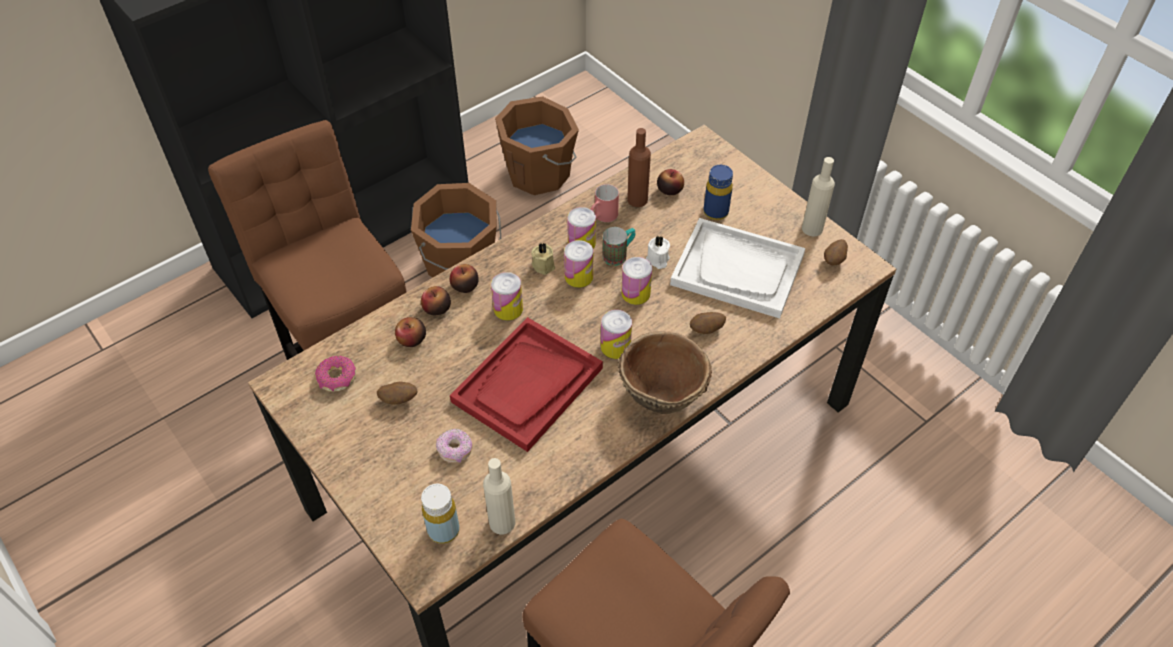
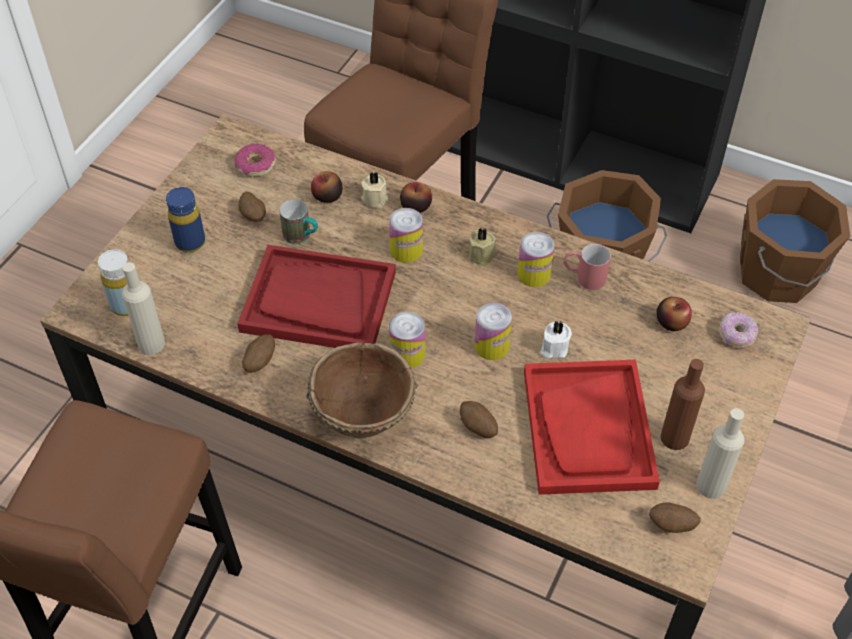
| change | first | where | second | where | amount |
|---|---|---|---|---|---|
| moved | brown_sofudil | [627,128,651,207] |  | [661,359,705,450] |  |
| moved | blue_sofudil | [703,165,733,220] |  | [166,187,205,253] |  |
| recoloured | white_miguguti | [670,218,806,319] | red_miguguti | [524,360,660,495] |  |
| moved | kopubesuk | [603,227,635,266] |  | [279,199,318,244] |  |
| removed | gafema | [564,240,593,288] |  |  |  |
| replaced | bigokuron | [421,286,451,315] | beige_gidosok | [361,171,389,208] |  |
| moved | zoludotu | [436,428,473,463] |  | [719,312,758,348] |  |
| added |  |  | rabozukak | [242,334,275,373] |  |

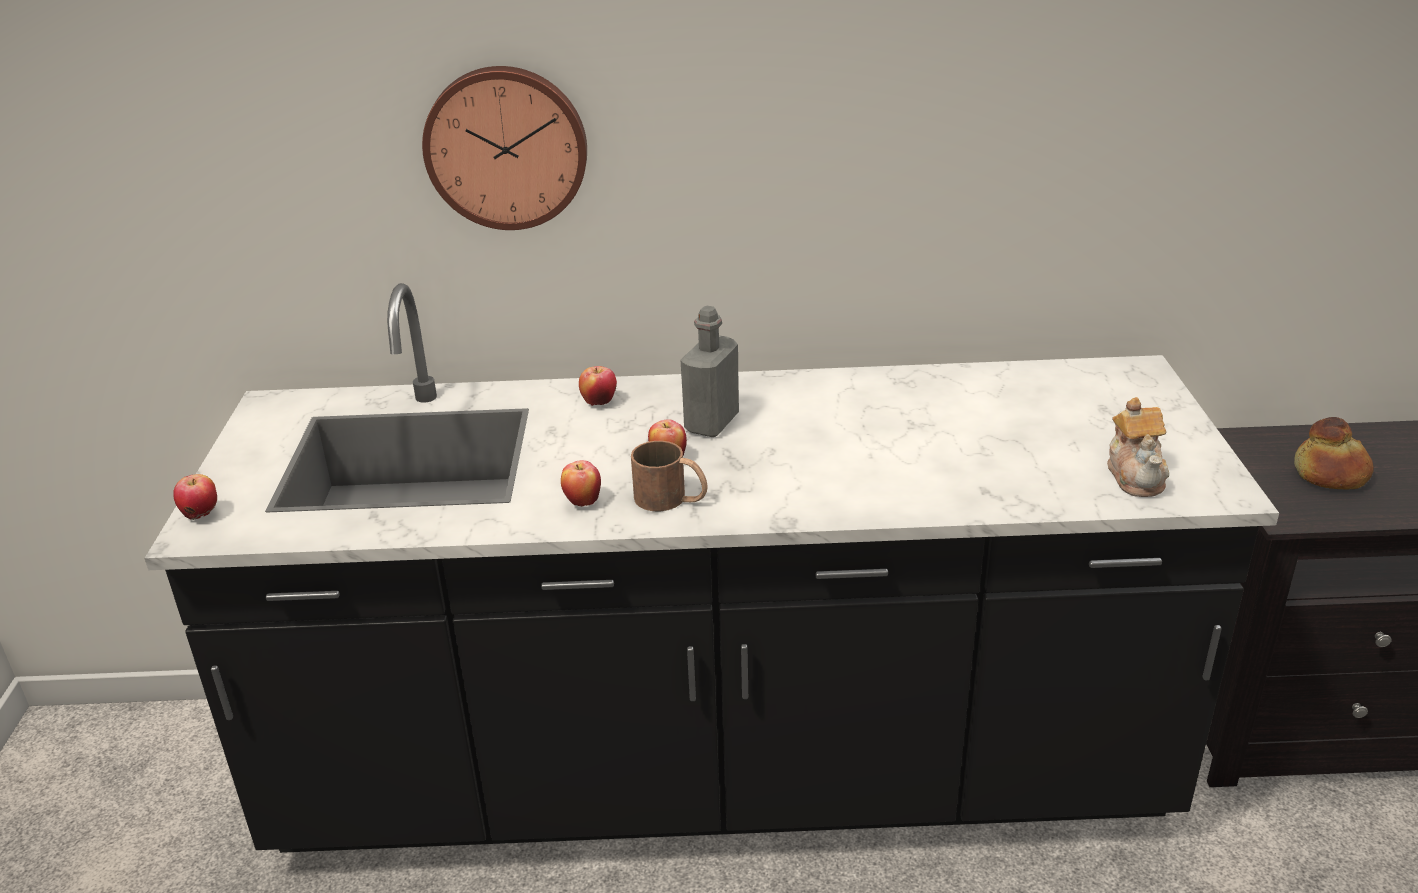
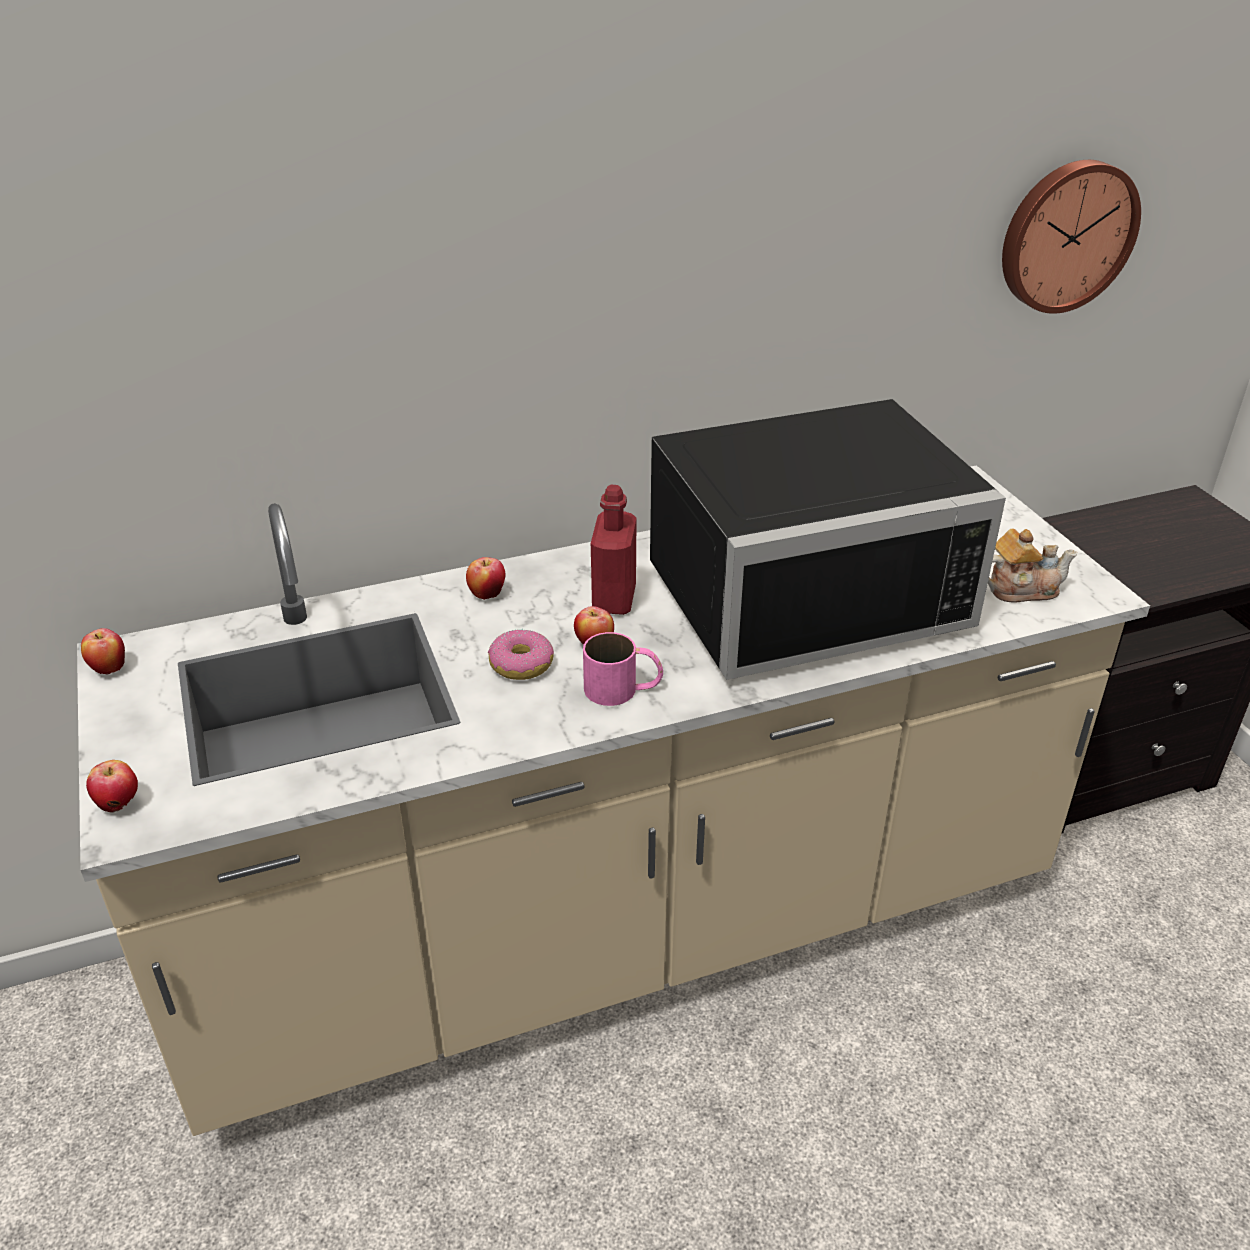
| change | first | where | second | where | amount |
|---|---|---|---|---|---|
| moved | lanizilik | [422,66,587,230] |  | [1002,160,1141,314] |  |
| recoloured | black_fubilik | [144,283,1279,853] | beige_fubilik | [77,465,1150,1136] |  |
| recoloured | grey_sofudil | [680,306,739,437] | red_sofudil | [591,485,637,615] |  |
| turned | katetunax | [1107,397,1169,497] |  | [988,529,1078,603] | 75 degrees counterclockwise |
| removed | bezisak | [1294,417,1374,490] |  |  |  |
| recoloured | brown_kopubesuk | [631,441,708,511] | pink_kopubesuk | [583,632,663,706] |  |
| moved | bigokuron | [561,460,601,507] |  | [81,628,125,675] |  |
| added |  |  | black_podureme | [650,399,1006,680] |  |
| added |  |  | zoludotu | [488,629,554,680] |  |

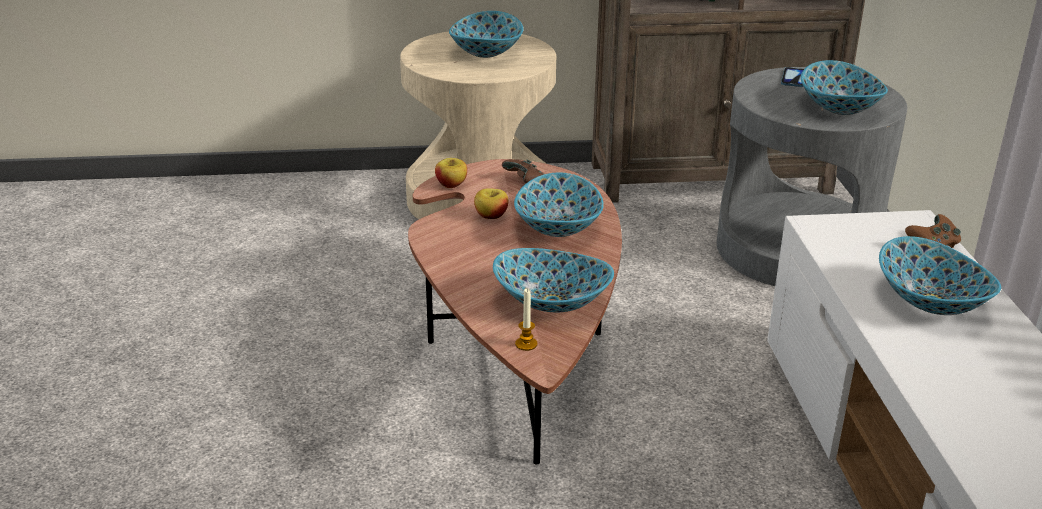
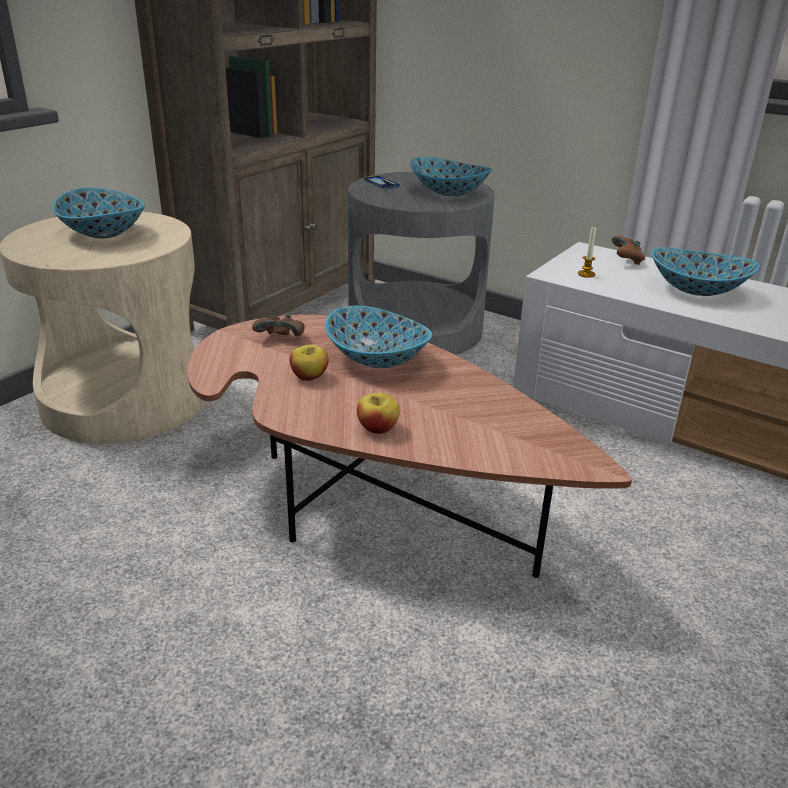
| change | first | where | second | where | amount |
|---|---|---|---|---|---|
| moved | bigokuron | [435,158,467,188] |  | [357,393,400,434] |  |
| removed | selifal | [493,248,614,312] |  |  |  |
| moved | gidosok | [515,288,537,351] |  | [578,227,596,278] |  |

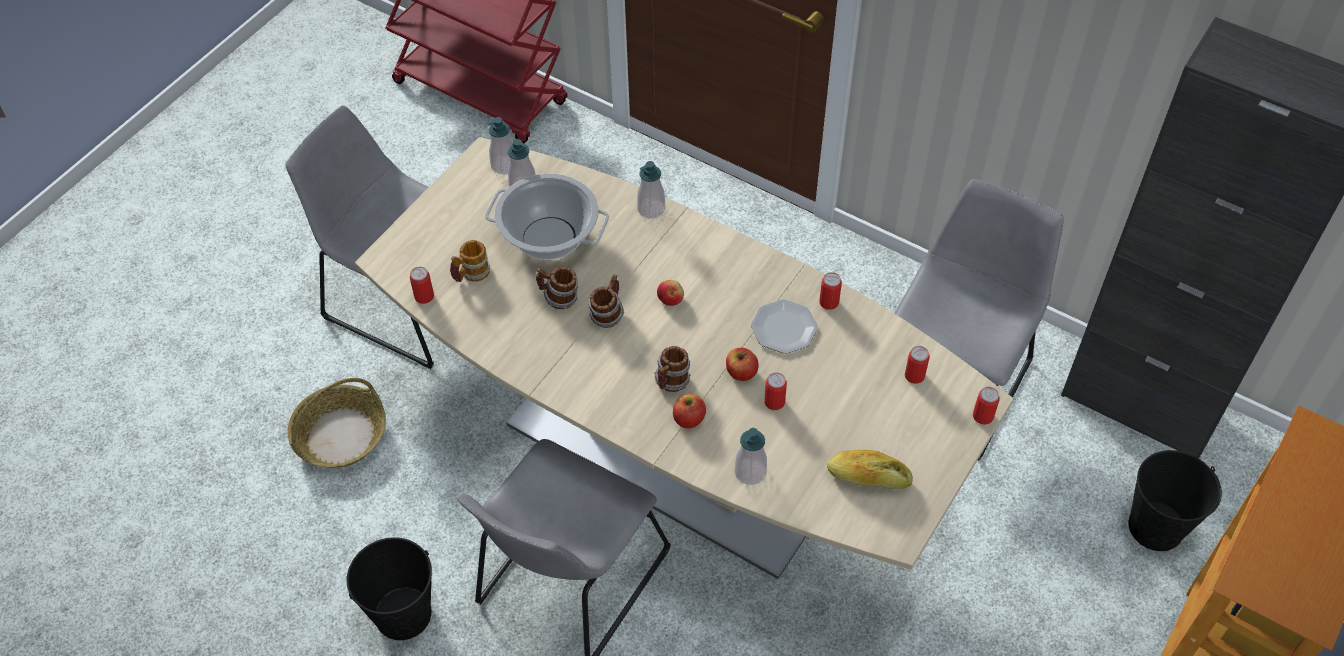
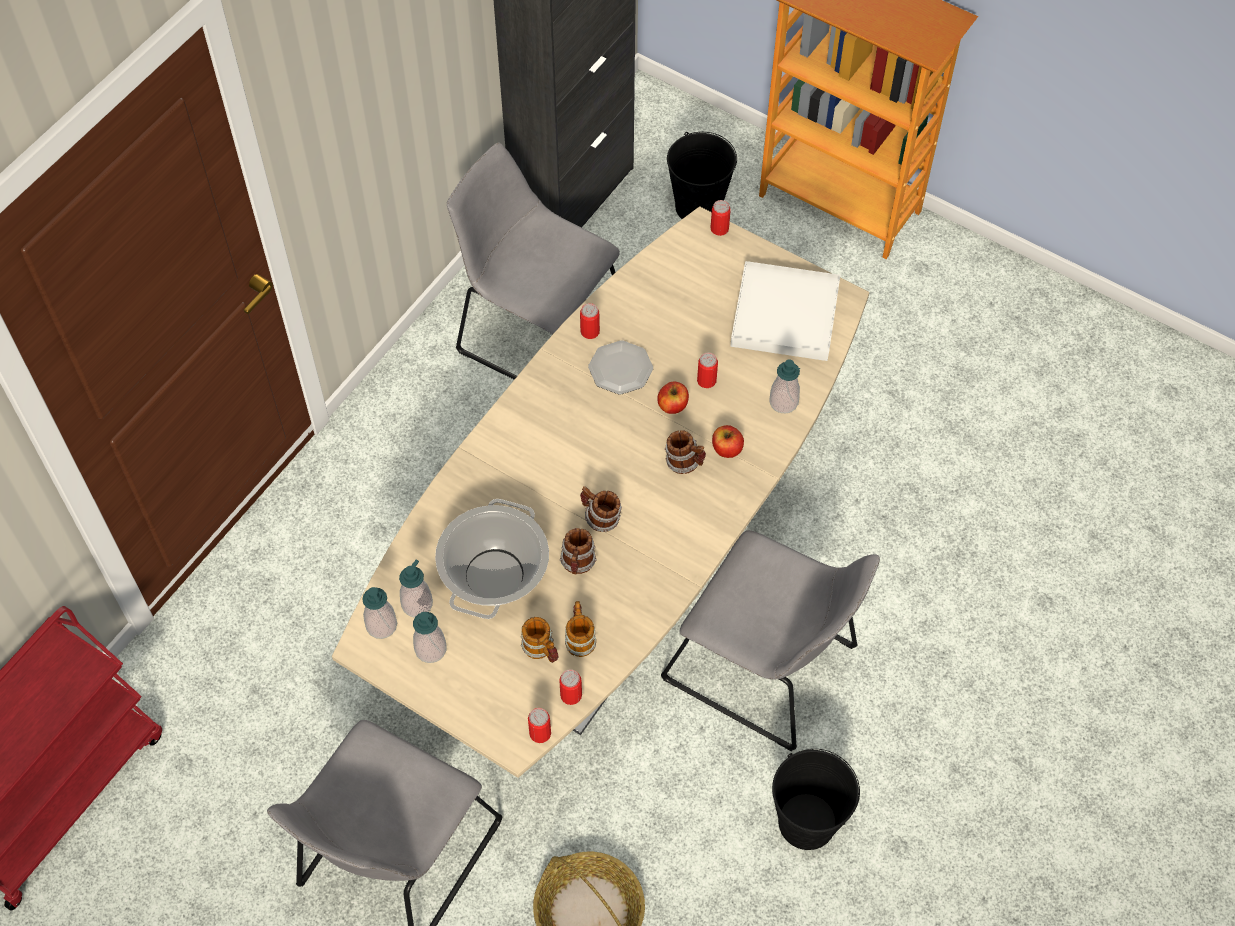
| change | first | where | second | where | amount |
|---|---|---|---|---|---|
| moved | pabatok | [637,161,665,218] |  | [413,612,446,663] |  |
| removed | bigokuron | [657,280,684,306] |  |  |  |
| moved | gafema | [905,346,930,384] |  | [528,708,551,743] |  |
| replaced | bezisak | [827,450,913,489] | white_miguguti | [730,261,840,361] |  |
| added |  |  | kopubesuk | [565,601,596,657] |  |

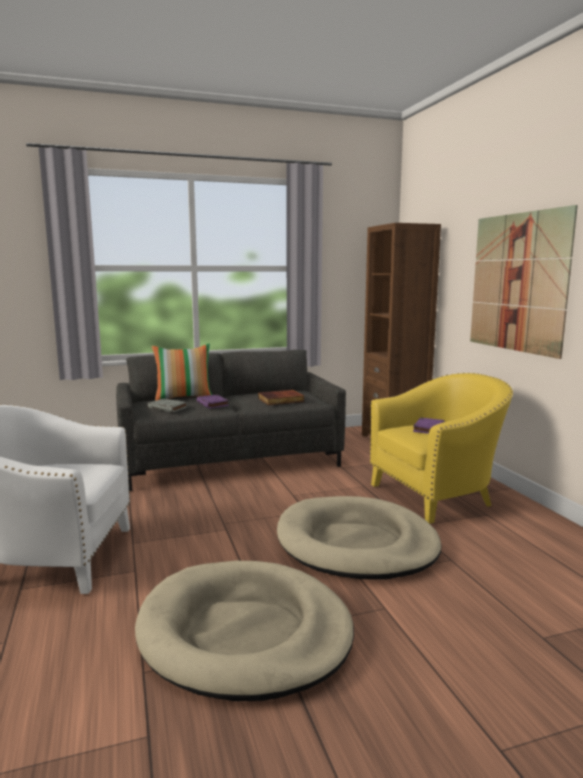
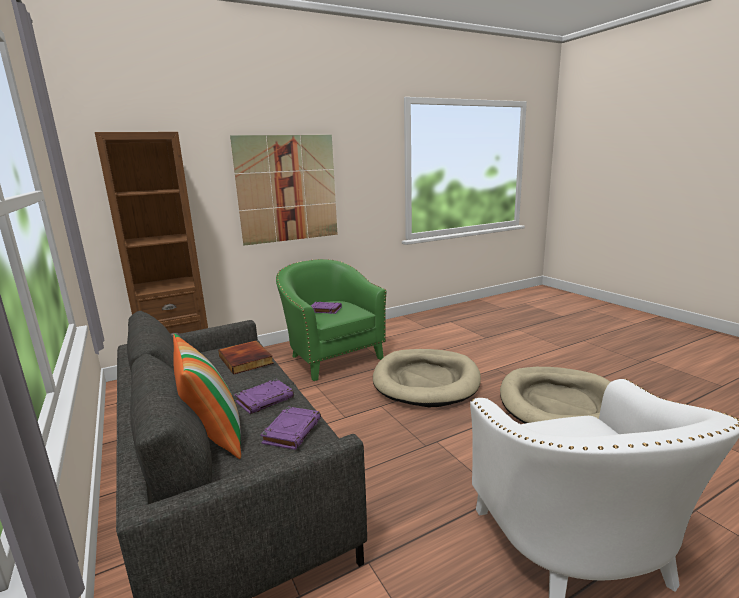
| change | first | where | second | where | amount |
|---|---|---|---|---|---|
| recoloured | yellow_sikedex | [370,373,513,524] | green_sikedex | [276,259,386,381] |  |
| recoloured | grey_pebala | [147,399,188,412] | purple_pebala | [260,406,321,450] |  |

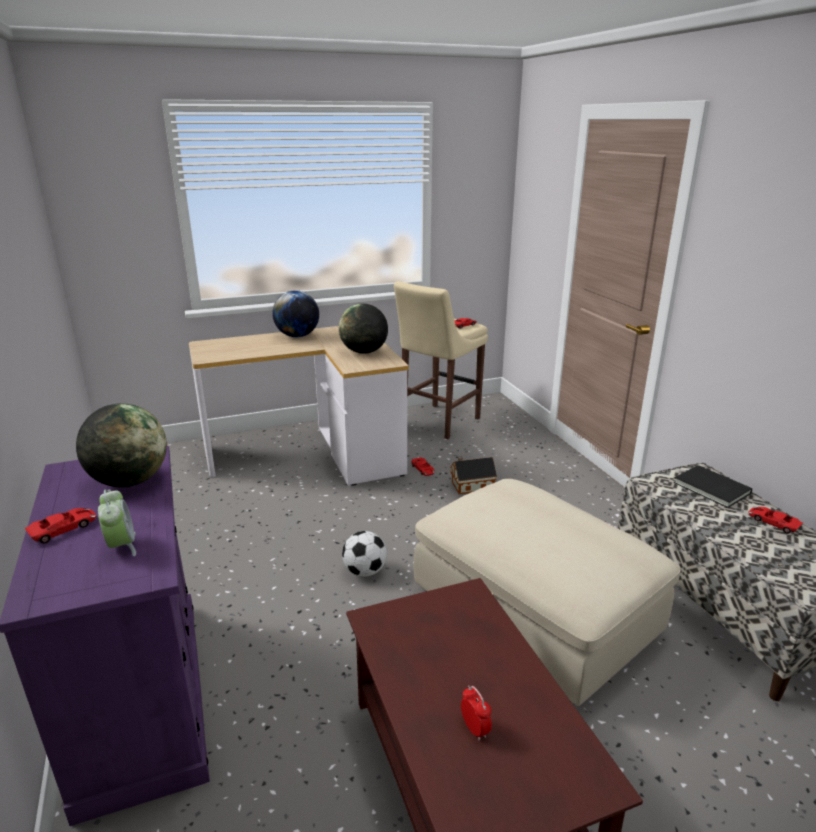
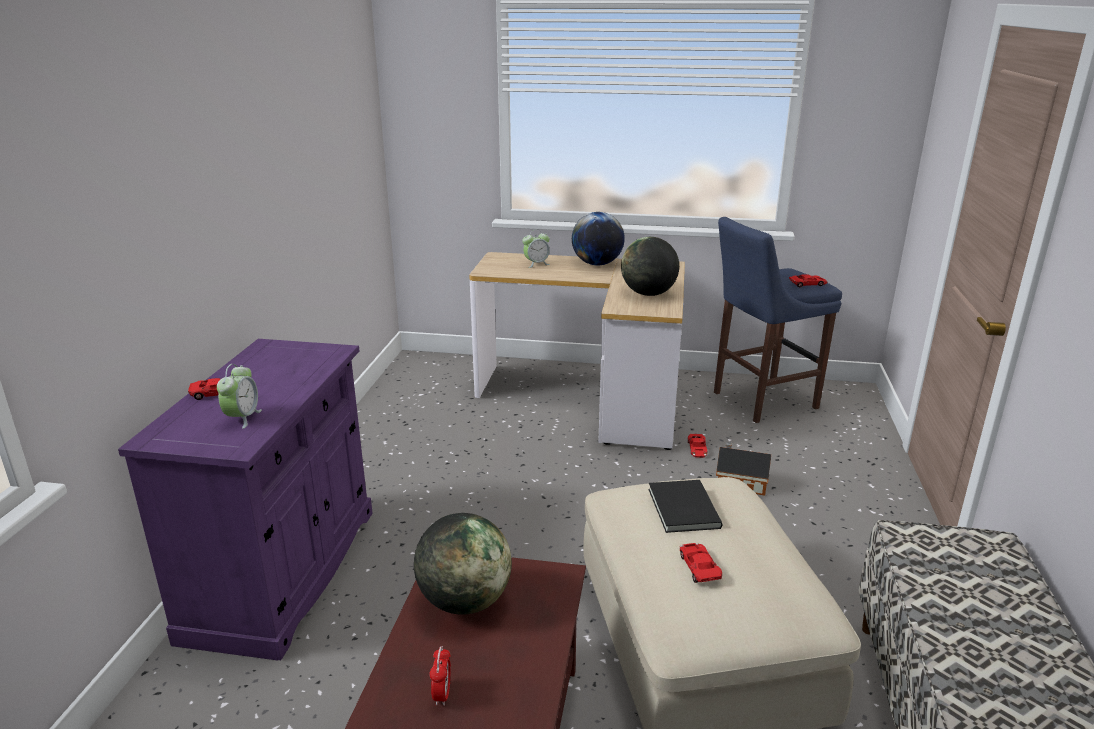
| change | first | where | second | where | amount |
|---|---|---|---|---|---|
| recoloured | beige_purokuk | [394,281,488,439] | blue_purokuk | [714,217,842,423] |  |
| moved | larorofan | [76,403,167,487] |  | [414,513,512,615] |  |
| moved | black_pebala | [674,465,752,508] |  | [648,480,722,533] |  |
| moved | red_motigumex | [749,507,803,534] |  | [680,543,722,583] |  |
| removed | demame | [342,531,387,577] |  |  |  |
| added |  |  | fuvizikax | [522,229,550,268] |  |

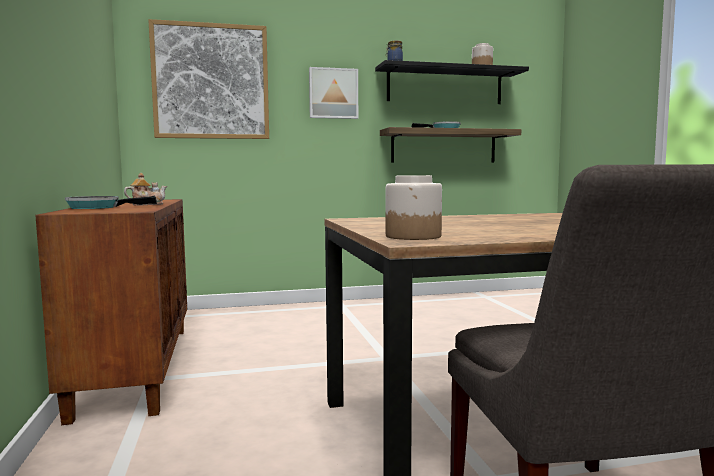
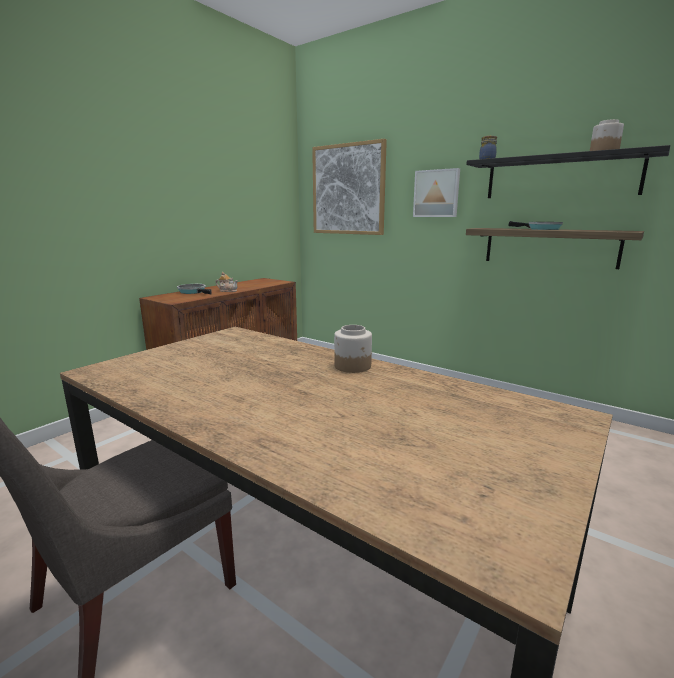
| change | first | where | second | where | amount |
|---|---|---|---|---|---|
| moved | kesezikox | [386,175,442,240] |  | [334,325,372,373] |  |

